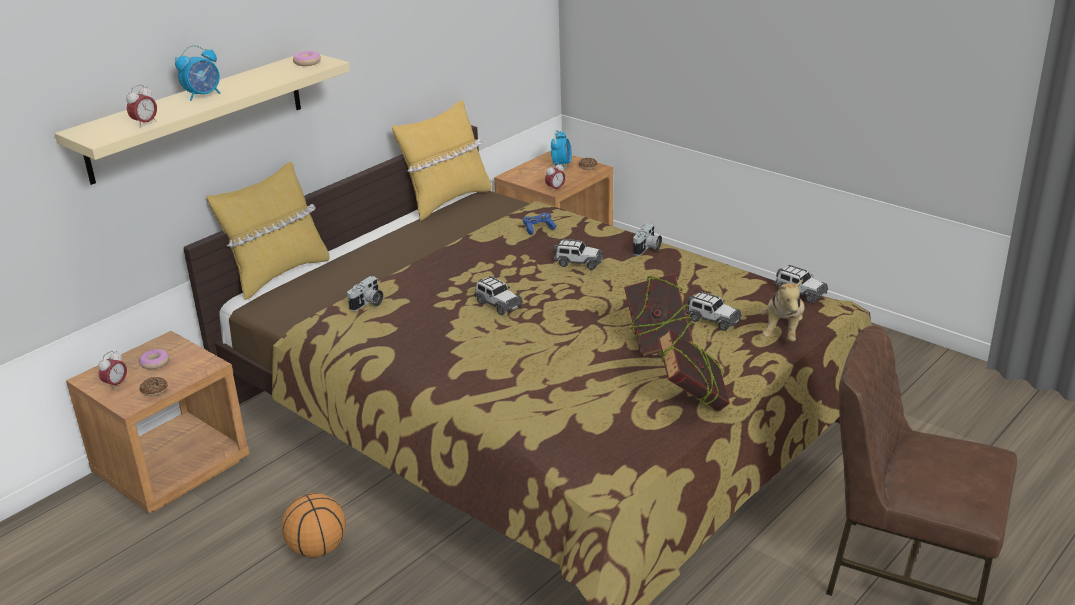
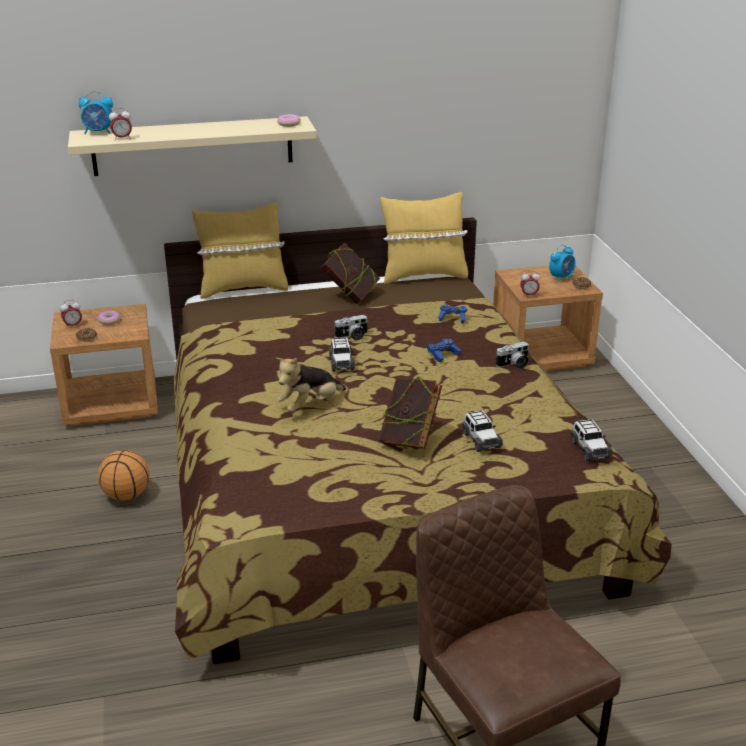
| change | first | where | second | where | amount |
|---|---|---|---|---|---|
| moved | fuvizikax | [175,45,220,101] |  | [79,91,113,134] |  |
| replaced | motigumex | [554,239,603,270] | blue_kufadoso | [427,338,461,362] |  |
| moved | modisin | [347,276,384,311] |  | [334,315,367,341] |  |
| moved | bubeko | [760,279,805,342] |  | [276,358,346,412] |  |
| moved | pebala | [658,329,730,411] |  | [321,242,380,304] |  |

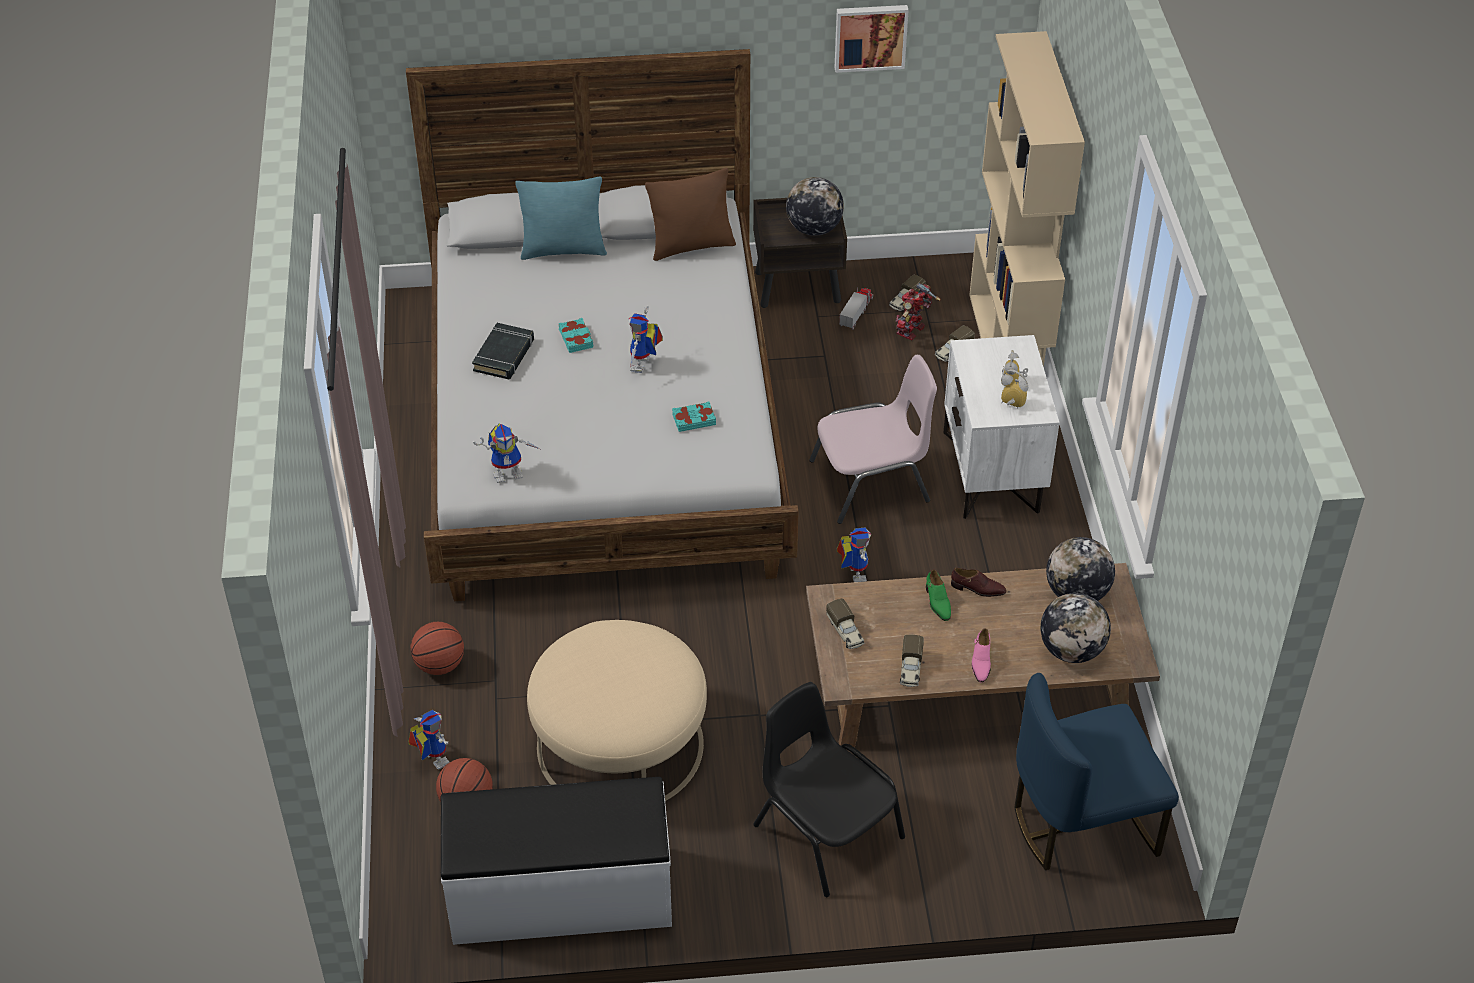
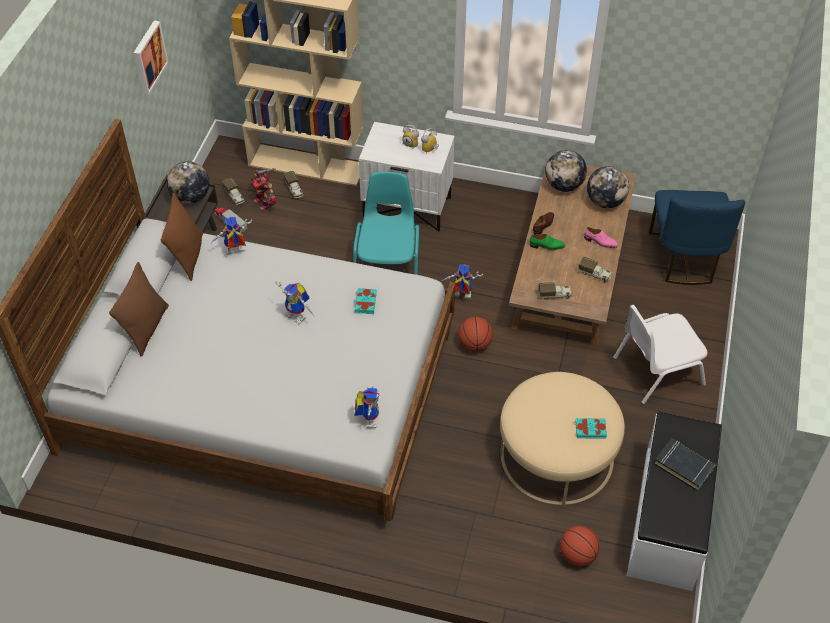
| change | first | where | second | where | amount |
|---|---|---|---|---|---|
| recoloured | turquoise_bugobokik | [515,177,607,260] | brown_bugobokik | [109,262,169,356] |  |
| moved | turquoise_pebala | [558,318,594,353] |  | [575,418,607,439] |  |
| moved | black_pebala | [472,323,534,380] |  | [654,438,716,491] |  |
| recoloured | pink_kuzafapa | [809,355,937,524] | turquoise_kuzafapa | [353,172,419,275] |  |
| moved | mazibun | [411,622,464,675] |  | [458,317,493,352] |  |
| recoloured | black_kuzafapa | [753,682,905,897] | white_kuzafapa | [613,305,707,404] |  |
| moved | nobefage | [408,710,450,770] |  | [210,217,252,255] |  |

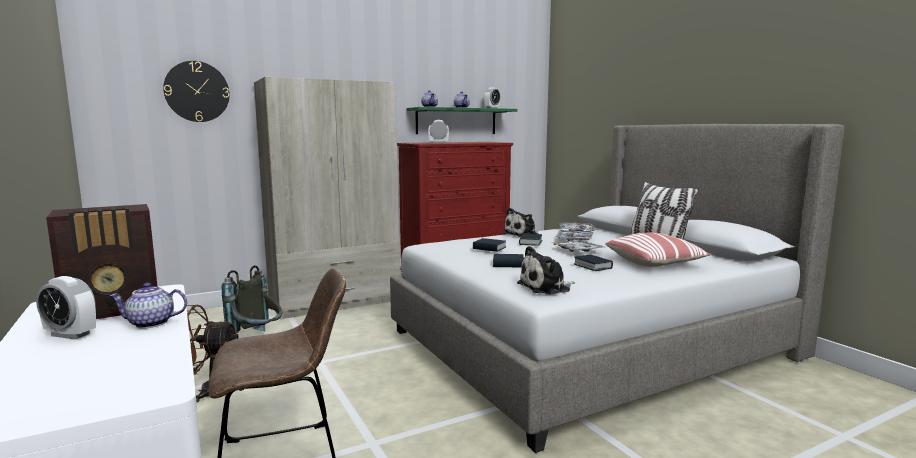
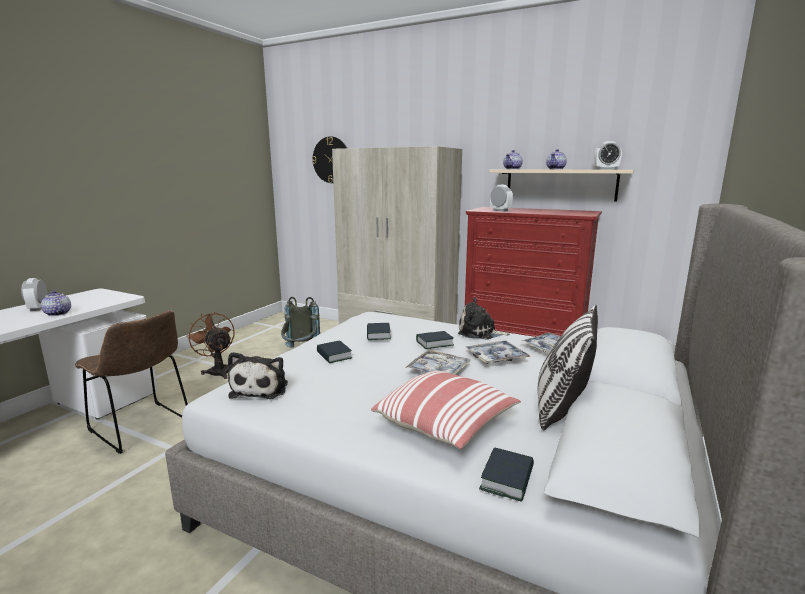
| change | first | where | second | where | amount |
|---|---|---|---|---|---|
| recoloured | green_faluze | [407,107,517,134] | beige_faluze | [489,170,634,202] |  |
| removed | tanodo | [46,204,158,319] |  |  |  |
| turned | bubeko | [517,246,575,295] |  | [228,352,288,399] | 120 degrees counterclockwise |
| moved | pebala | [574,254,613,271] |  | [479,447,534,502] |  |

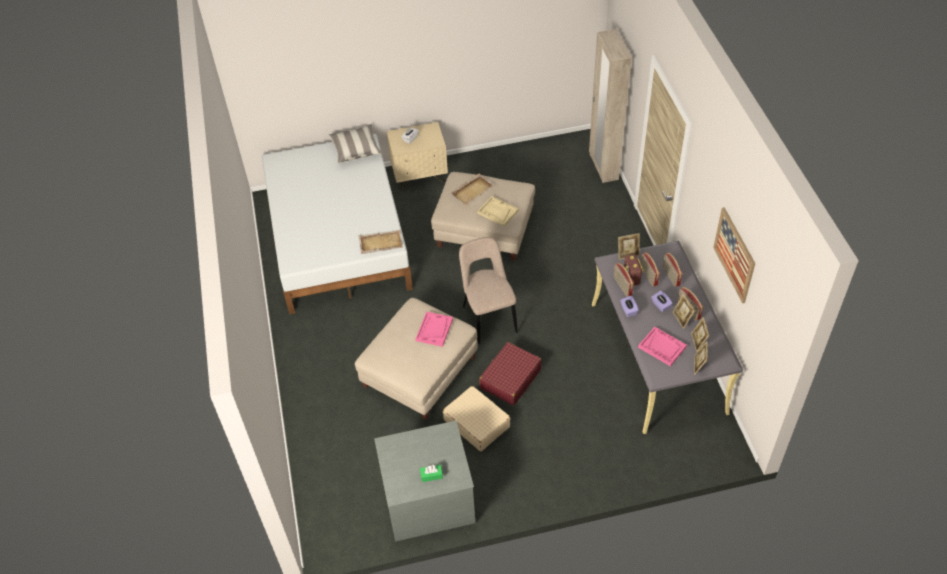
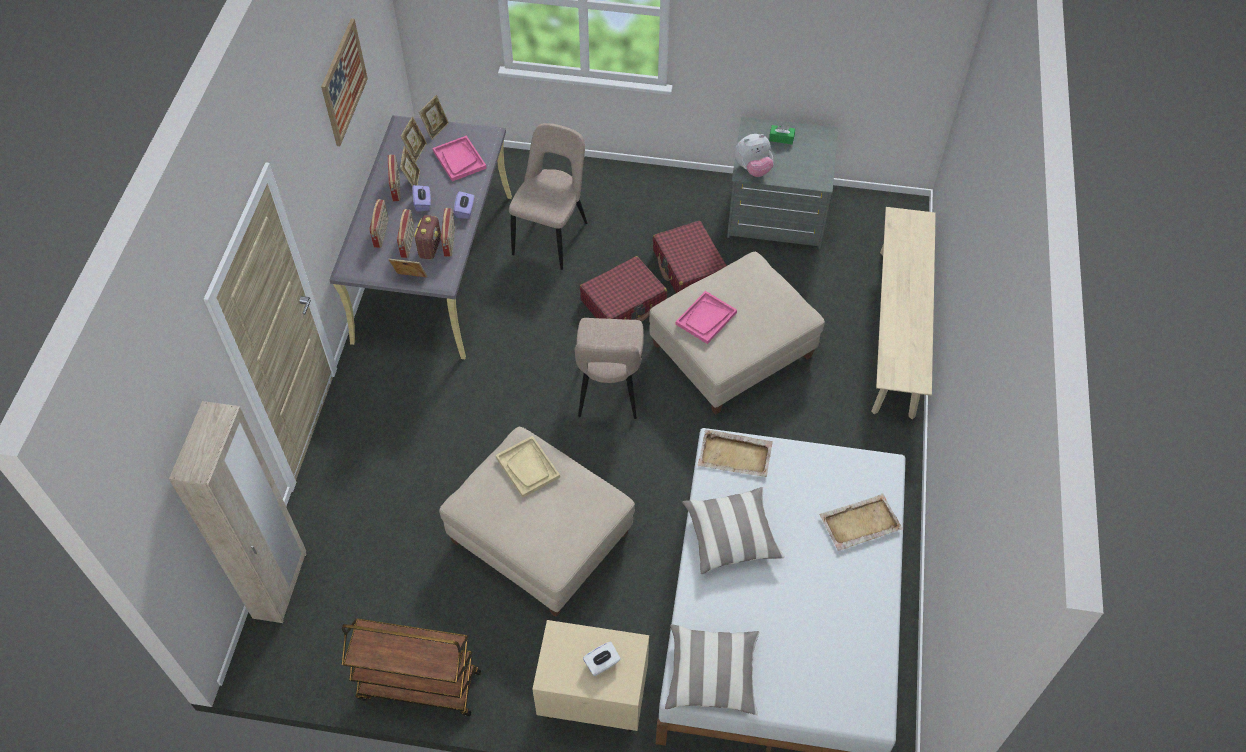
| change | first | where | second | where | amount |
|---|---|---|---|---|---|
| moved | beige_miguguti | [450,174,495,206] |  | [819,493,903,551] |  |
| recoloured | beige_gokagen | [443,386,511,452] | red_gokagen | [653,221,727,293] |  |
| added |  |  | beige_kuzafapa | [509,123,587,270] |  |
| added |  |  | bubeko | [734,134,774,177] |  |
| added |  |  | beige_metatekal | [871,207,936,420] |  |
| added |  |  | bugobokik | [682,487,784,574] |  |
| added |  |  | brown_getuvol | [342,618,481,716] |  |

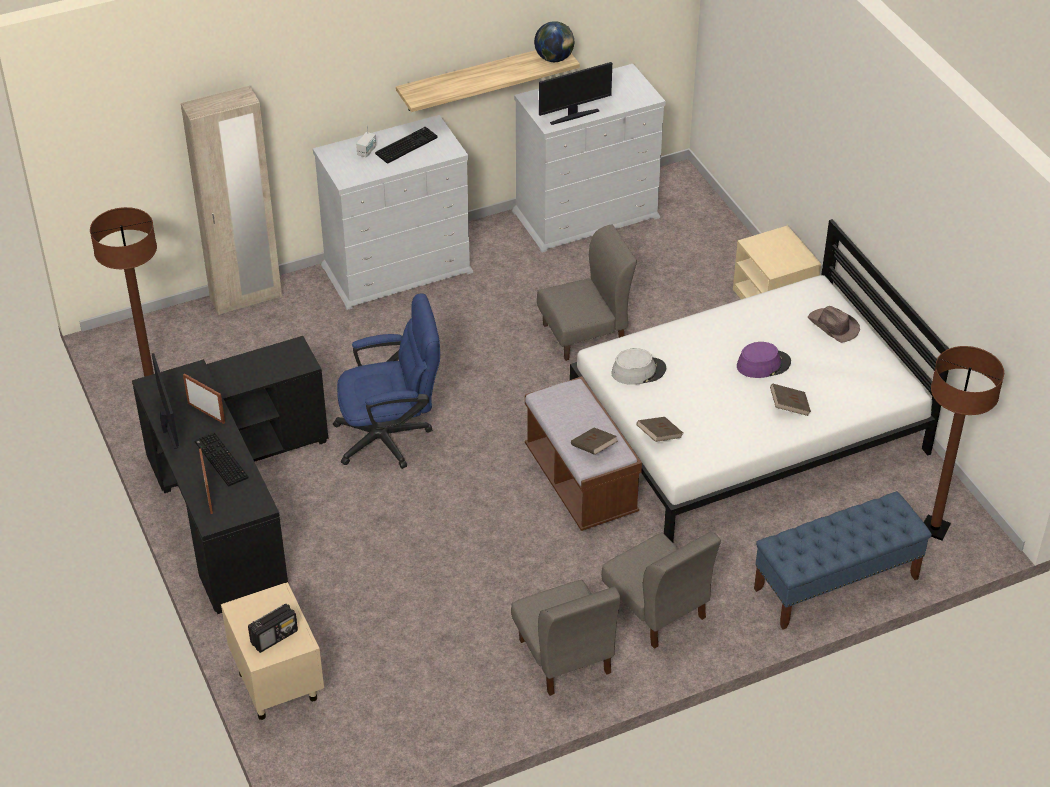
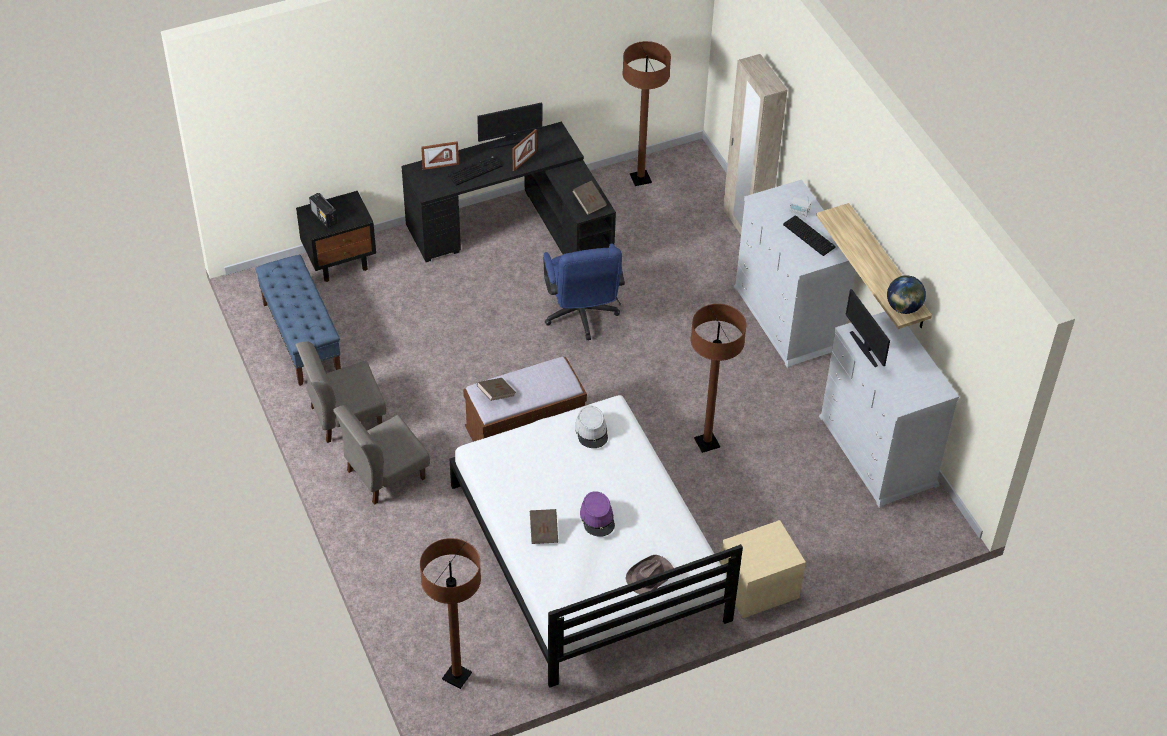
| change | first | where | second | where | amount |
|---|---|---|---|---|---|
| replaced | grey_kuzafapa | [537,225,637,361] | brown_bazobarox | [691,304,747,453] |  |
| moved | brown_pebala | [636,417,683,442] |  | [572,181,607,215] |  |
| moved | blue_metatekal | [754,491,932,629] |  | [255,255,341,386] |  |
| recoloured | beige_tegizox | [221,582,324,720] | black_tegizox | [296,191,376,282] |  |

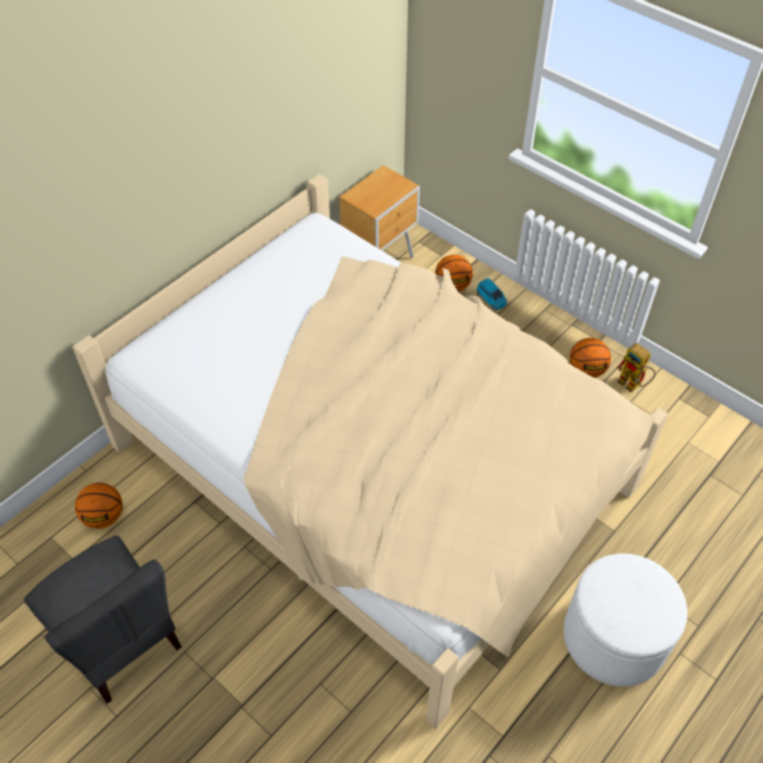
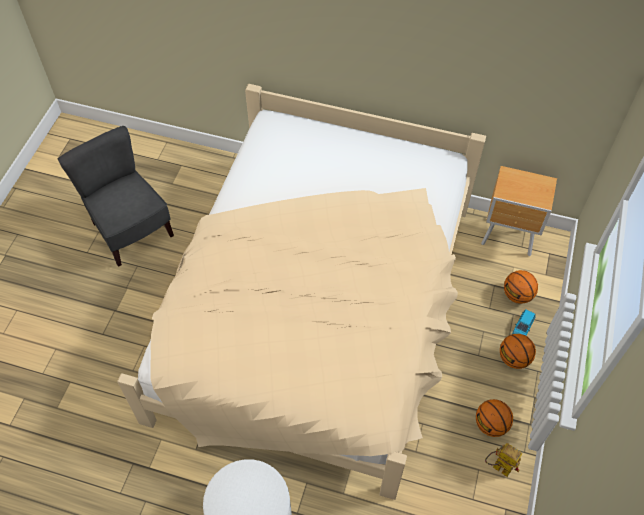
| change | first | where | second | where | amount |
|---|---|---|---|---|---|
| turned | nobefage | [616,343,656,392] |  | [485,443,522,477] | 105 degrees clockwise |
| moved | mazibun | [75,483,122,529] |  | [500,334,536,369] |  |
| turned | grey_kuzafapa | [24,536,181,704] |  | [57,126,174,267] | 120 degrees clockwise |

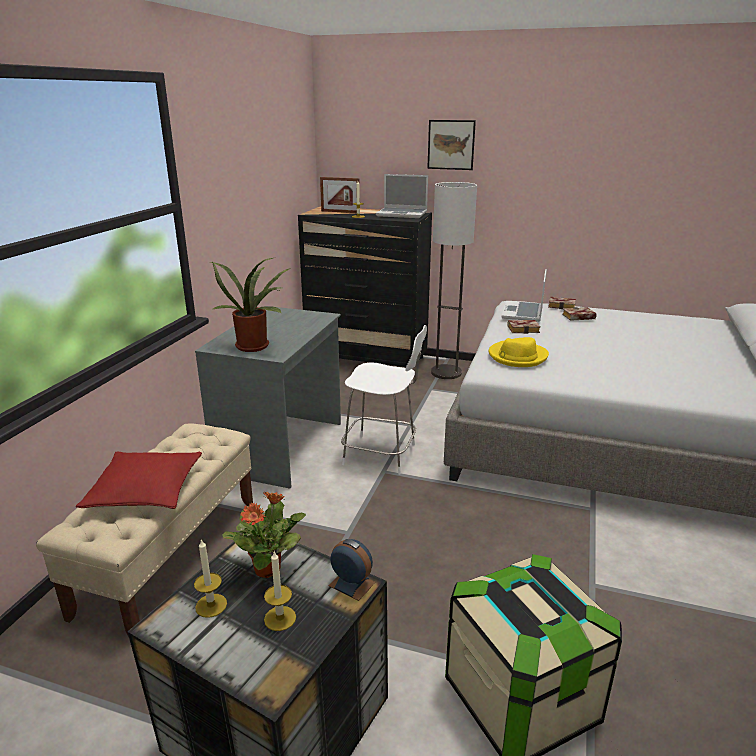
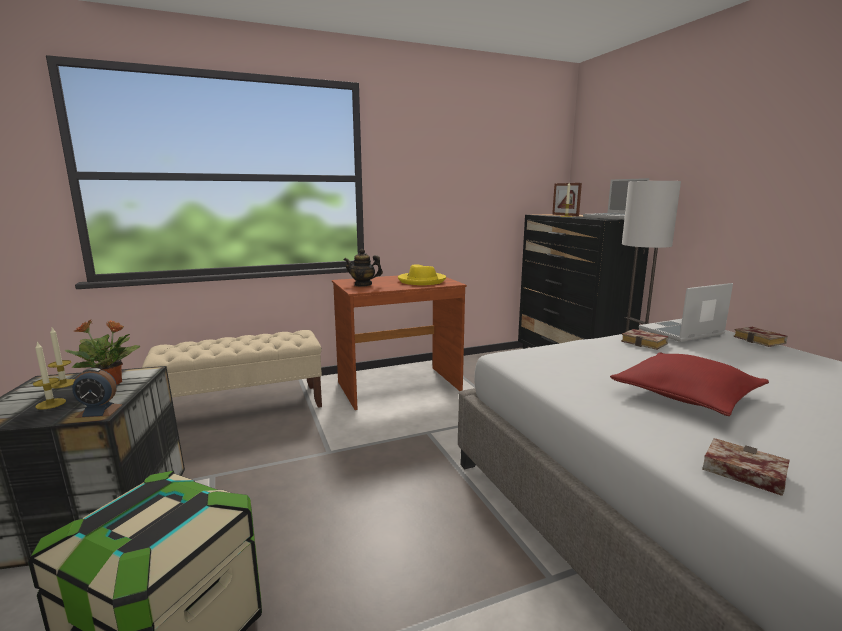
| change | first | where | second | where | amount |
|---|---|---|---|---|---|
| removed | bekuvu | [427,120,476,170] |  |  |  |
| replaced | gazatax | [210,257,291,352] | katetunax | [344,249,383,287] |  |
| recoloured | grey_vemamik | [195,307,341,489] | brown_vemamik | [332,276,467,410] |  |
| moved | pebala | [562,307,596,321] |  | [702,438,790,496] |  |
| removed | white_kuzafapa | [341,325,427,475] |  |  |  |
| moved | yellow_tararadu | [489,337,549,367] |  | [398,264,446,285] |  |
| moved | red_bugobokik | [76,452,202,509] |  | [610,352,769,416] |  |
| turned | fuvizikax | [328,539,375,601] |  | [72,368,122,418] | 90 degrees clockwise |

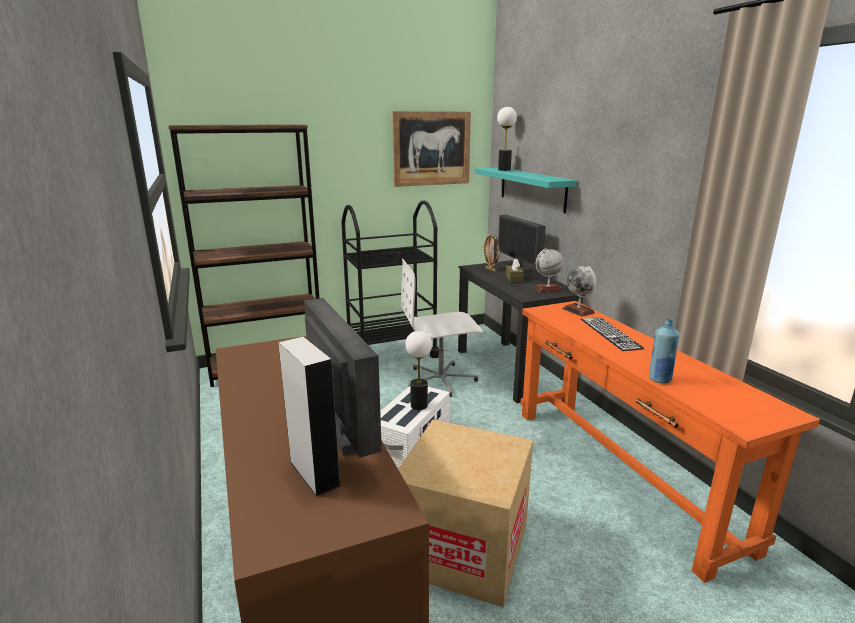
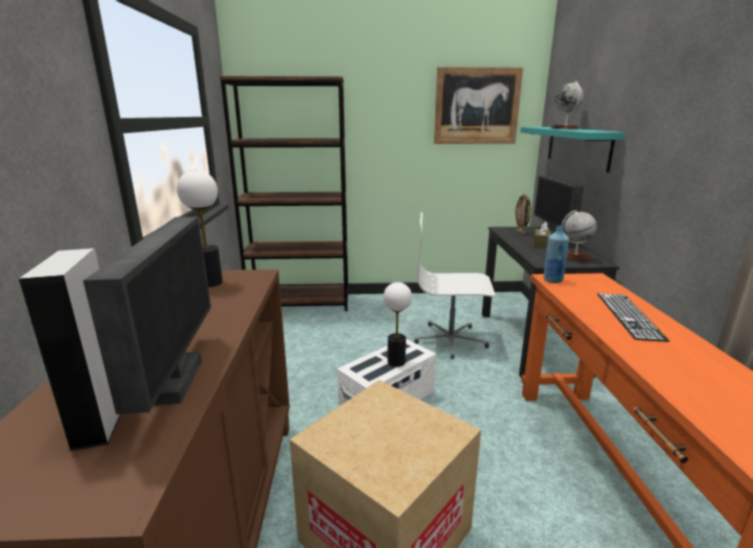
| change | first | where | second | where | amount |
|---|---|---|---|---|---|
| moved | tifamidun | [497,107,517,171] |  | [177,170,223,287] |  |
| removed | black_getuvol | [341,201,439,358] |  |  |  |
| moved | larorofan | [563,266,597,317] |  | [551,81,584,129] |  |
| moved | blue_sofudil | [649,319,679,384] |  | [544,226,569,283] |  |

